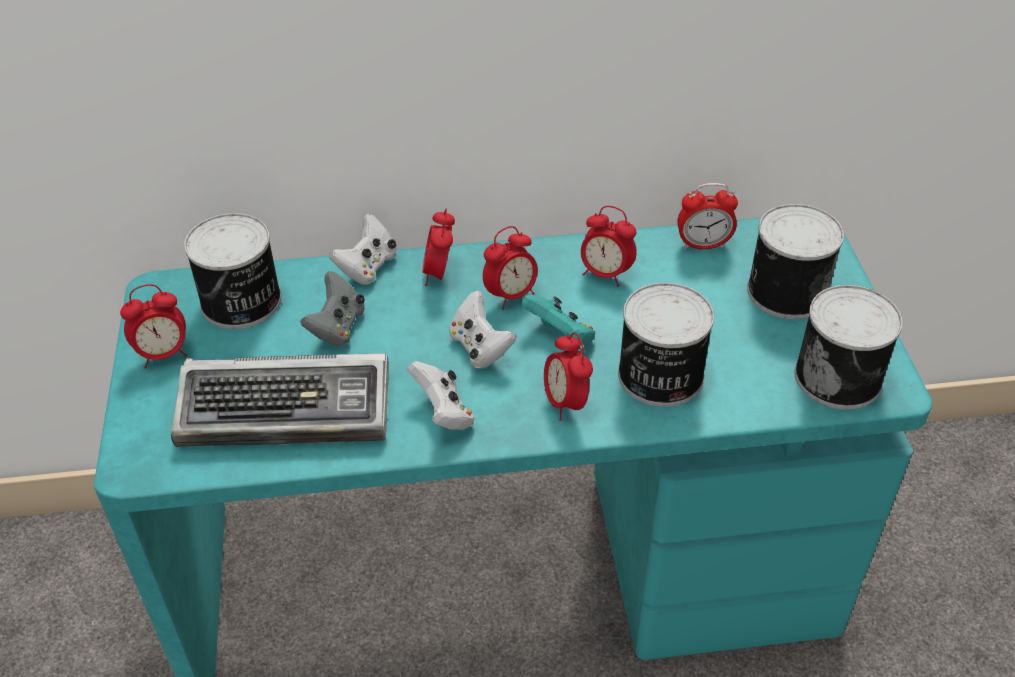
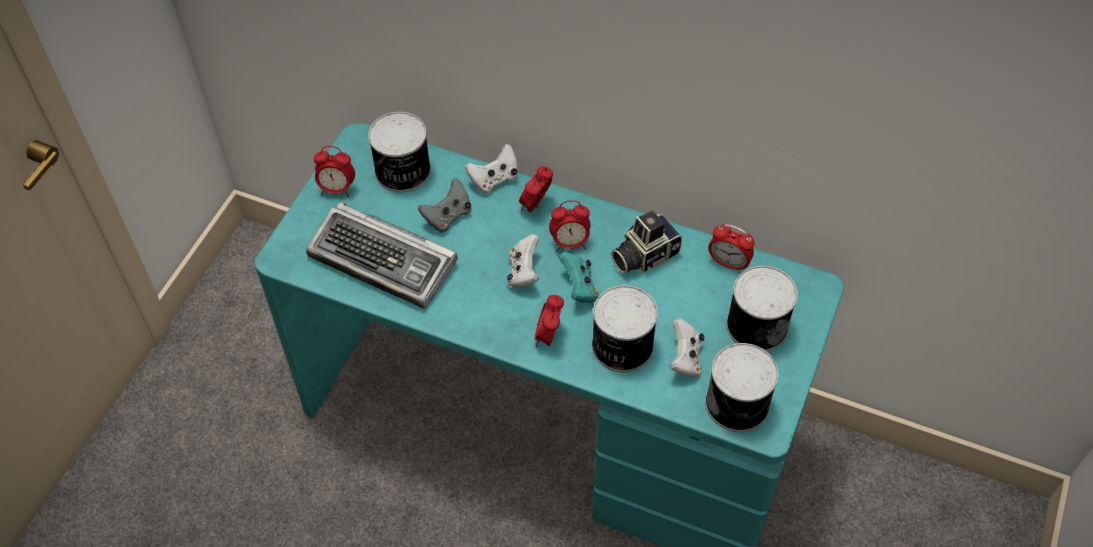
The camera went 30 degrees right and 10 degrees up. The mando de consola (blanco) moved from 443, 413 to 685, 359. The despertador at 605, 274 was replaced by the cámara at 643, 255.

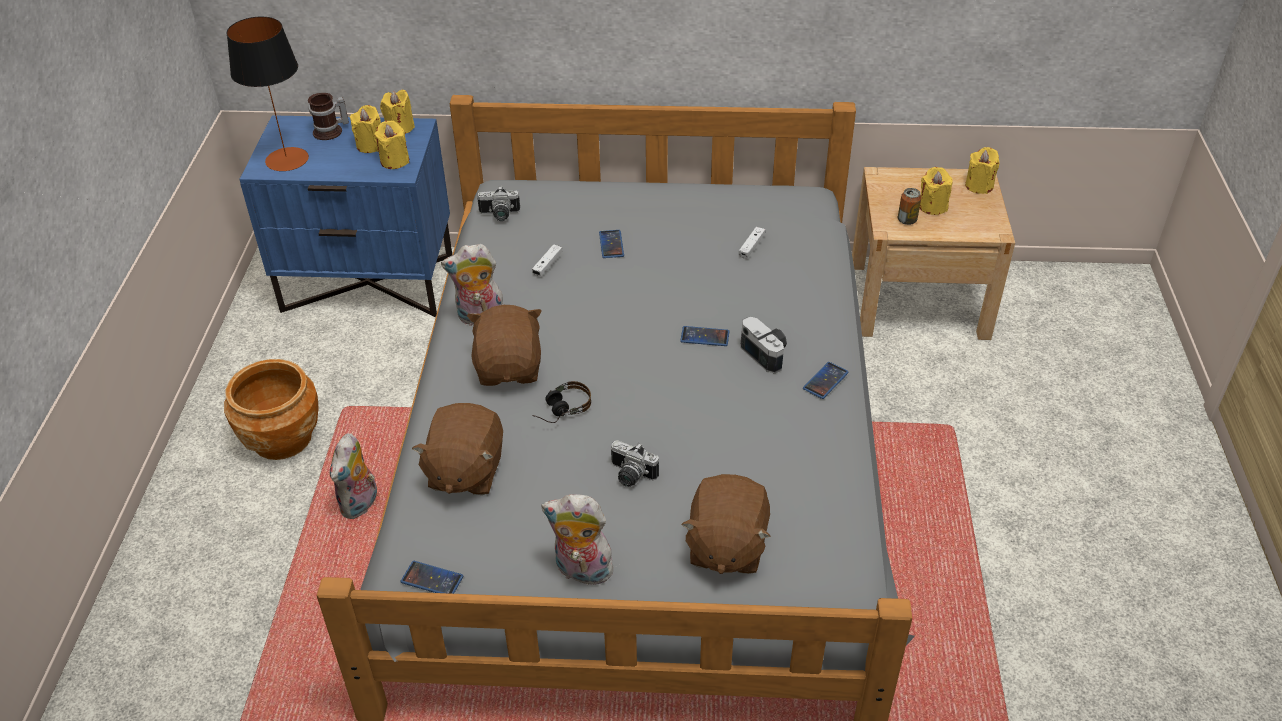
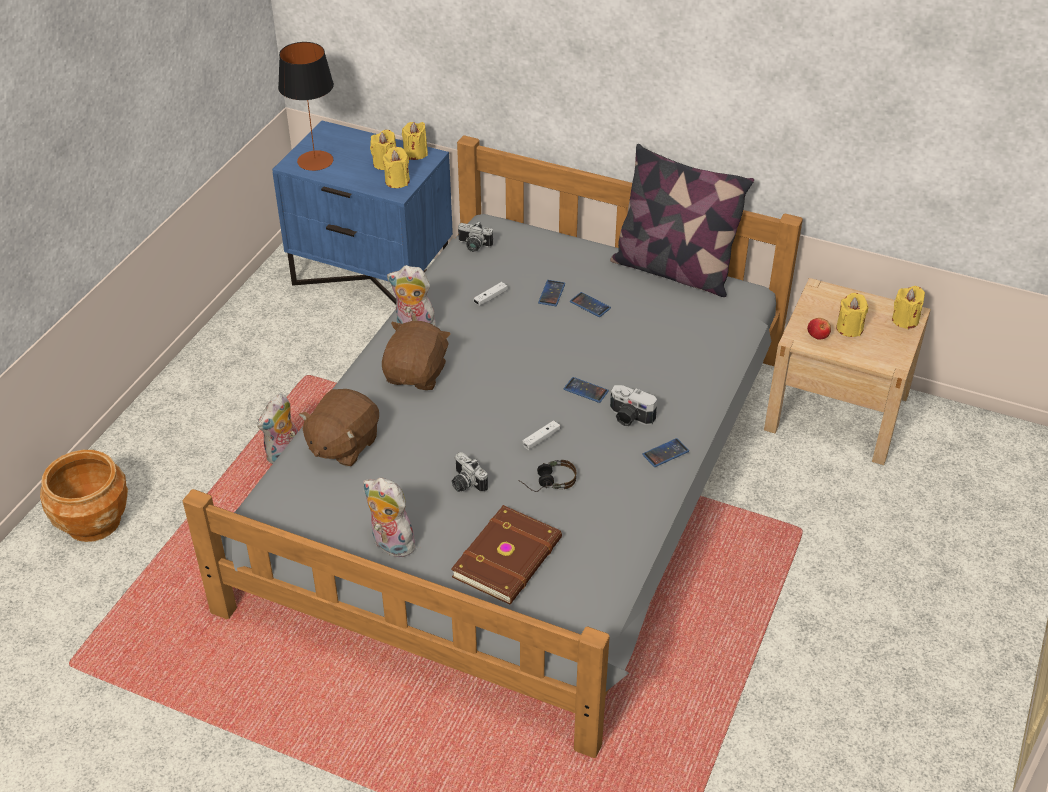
The camera went 20 degrees right and 0 degrees up. The maceta (marrón) moved from 282, 437 to 93, 521. The taza grande at 331, 132 disappeared. The móvil moved from 432, 579 to 590, 305. The auriculares moved from 560, 410 to 546, 482. The peluche (marrón) at 726, 546 was replaced by the libro (marrón) at 509, 558. The mando de consola (blanco) moved from 751, 246 to 541, 439. The cámara at 766, 353 turned 135 degrees clockwise. The lata at 907, 220 was replaced by the manzana at 818, 335. The cojín at 673, 270 appeared.

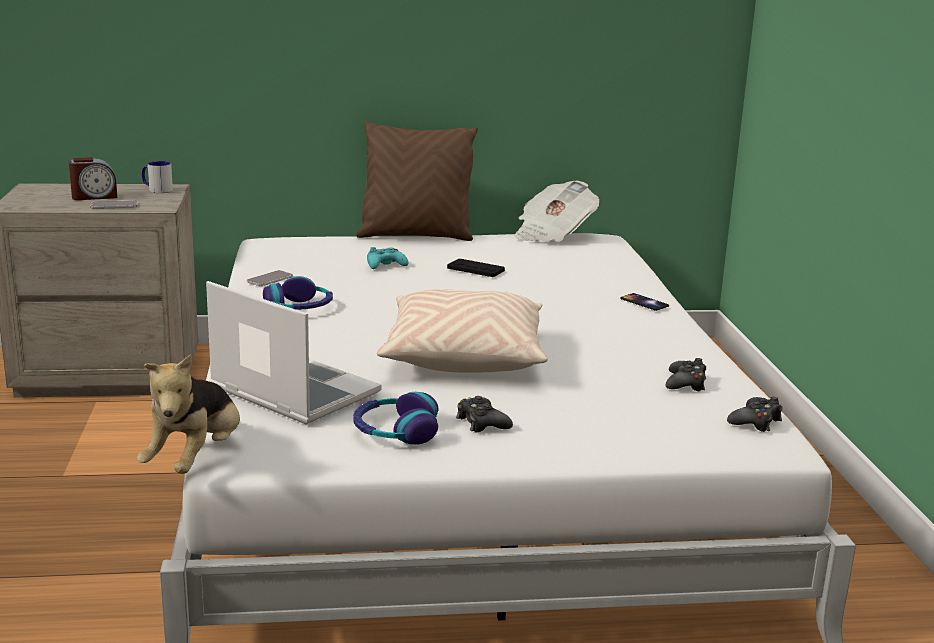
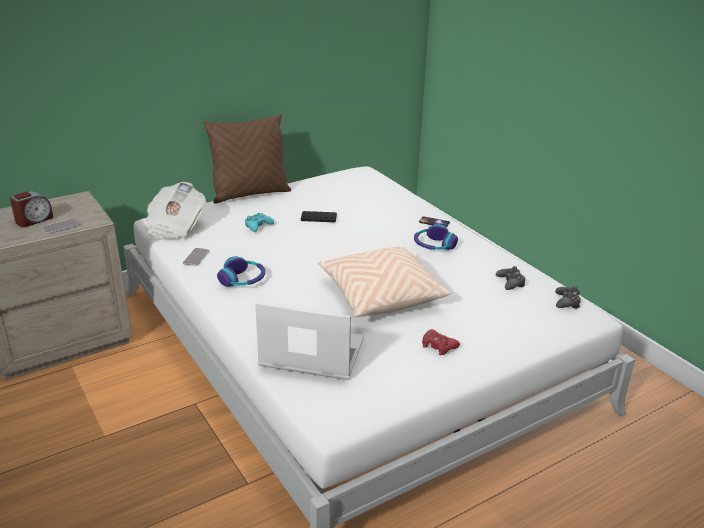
The camera went 25 degrees left and 10 degrees up. The peluche at 196, 459 disappeared. The taza grande at 157, 190 disappeared. The auriculares moved from 395, 432 to 434, 245. The mando de consola (negro) at 482, 422 became the mando de consola (rojo) at 438, 346. The periódico moved from 552, 234 to 174, 227.

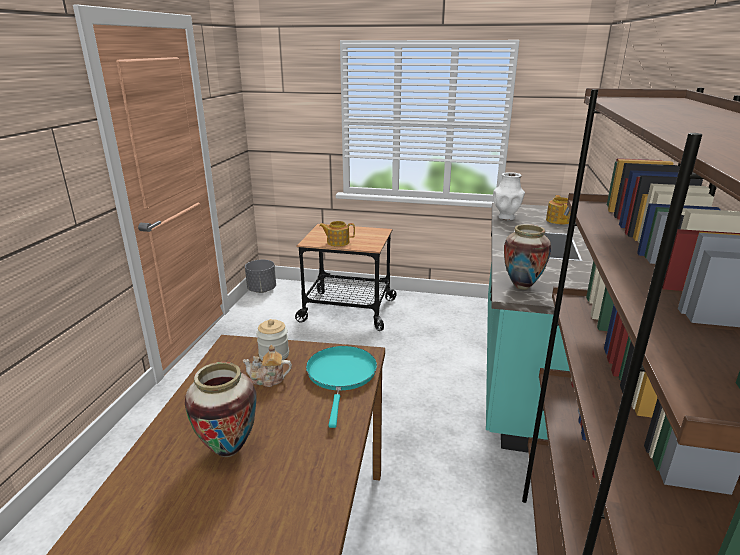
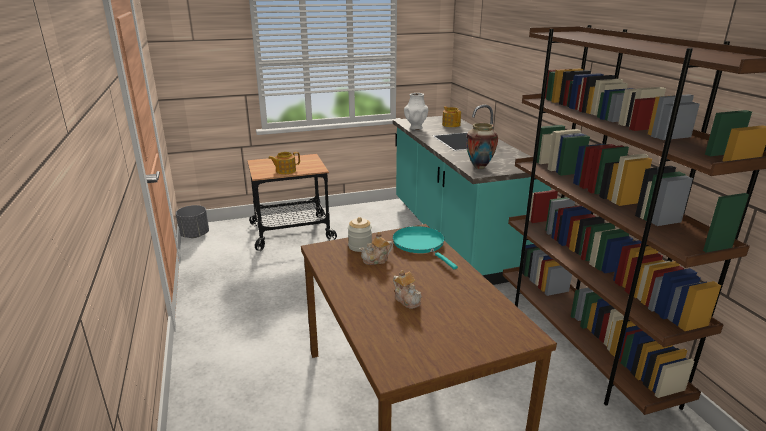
The camera went 30 degrees left and 0 degrees up. The florero at 229, 450 was replaced by the tetera at 407, 299.

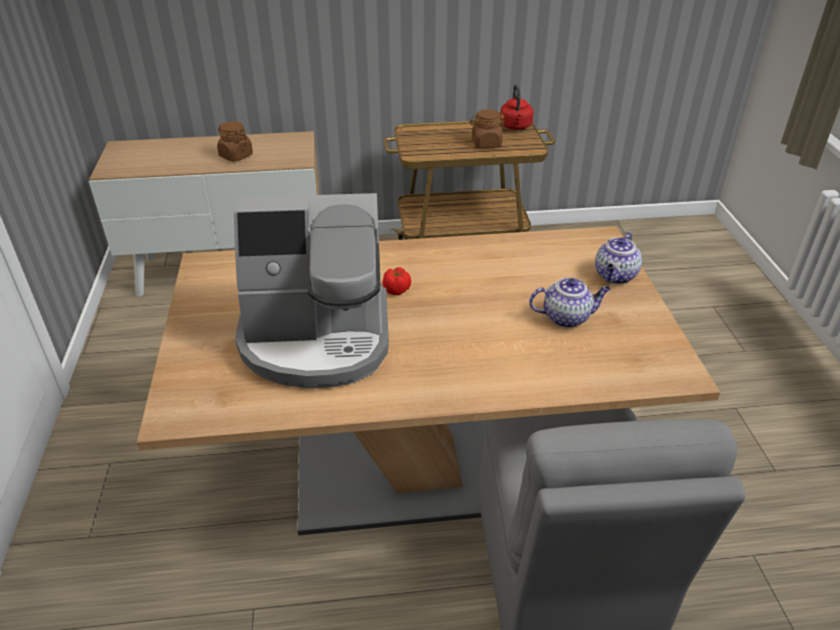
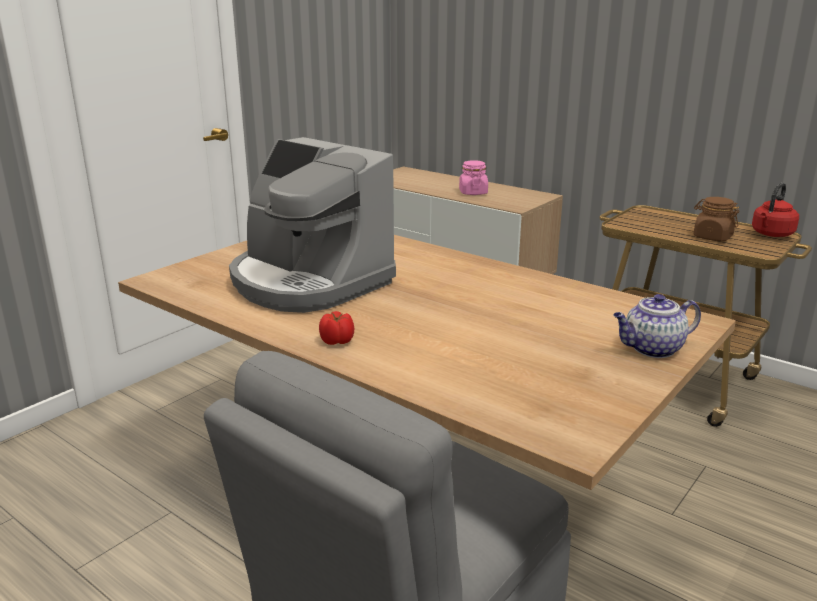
The camera went 45 degrees right and 15 degrees down. The tarro (marrón) at 236, 156 became the tarro (rosa) at 473, 193. The tomate moved from 397, 290 to 338, 341. The tetera at 567, 317 disappeared.

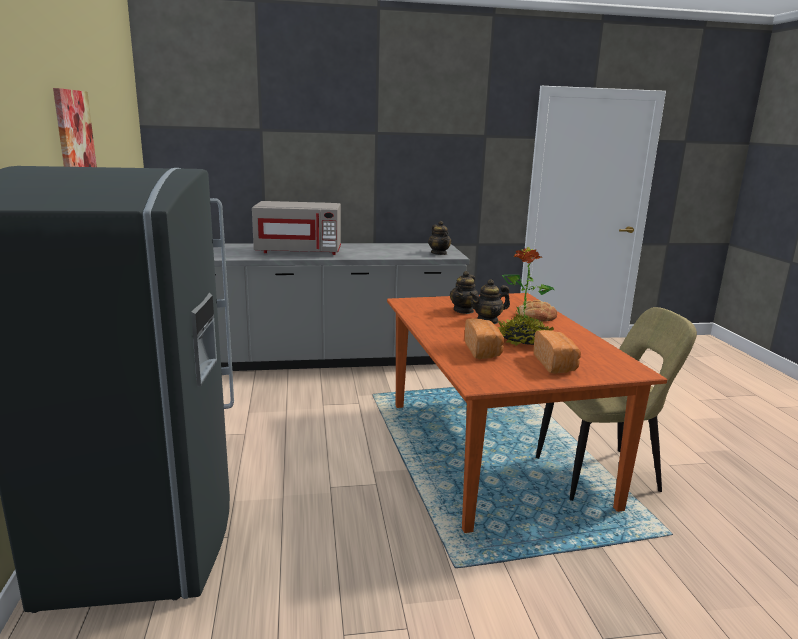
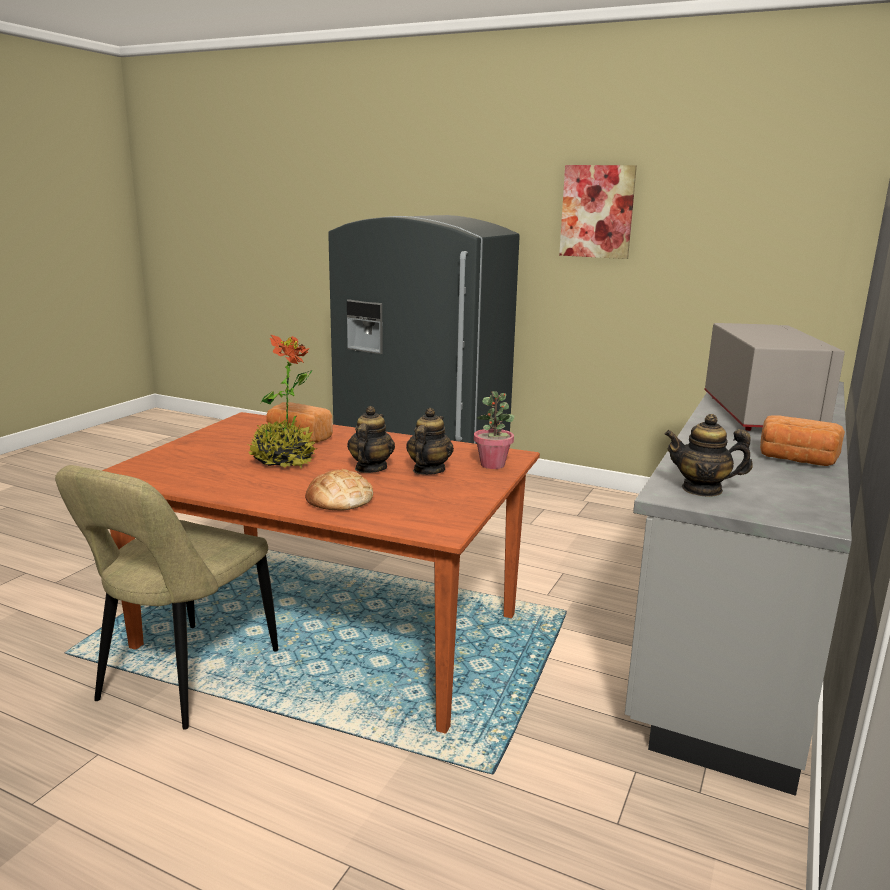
The camera went 125 degrees right and 0 degrees up. The microondas (gris) at 299, 251 turned 150 degrees clockwise. The tetera at 463, 310 turned 45 degrees clockwise. The pan moved from 556, 364 to 796, 460. The planta en maceta at 493, 465 appeared.

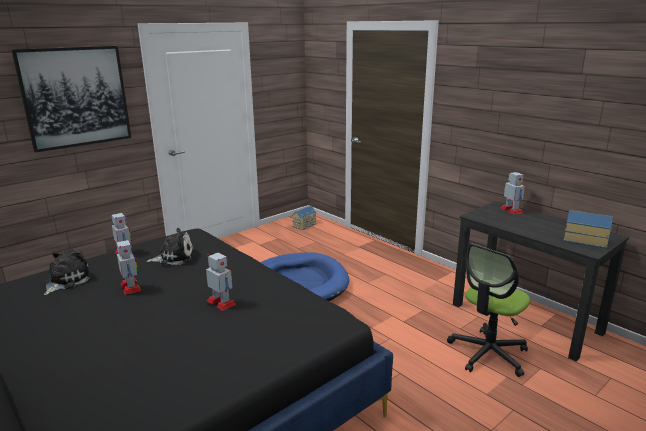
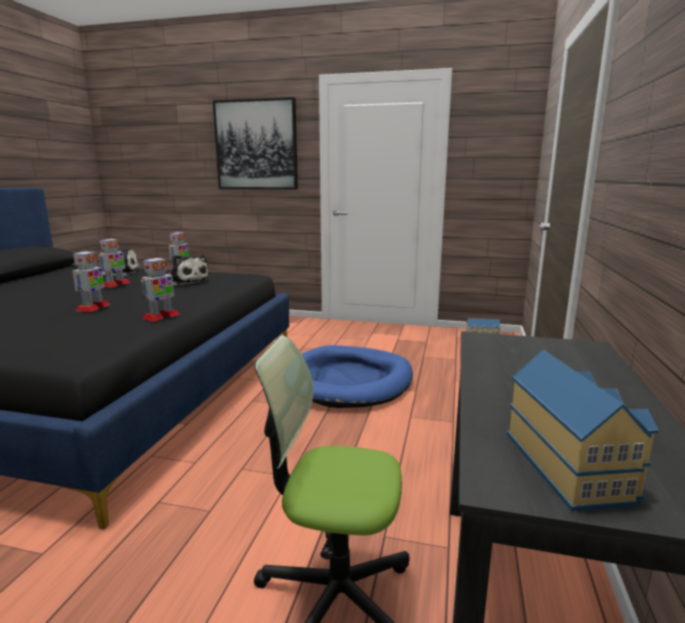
The camera went 55 degrees right and 5 degrees down. The robot de juguete moved from 511, 210 to 161, 316.

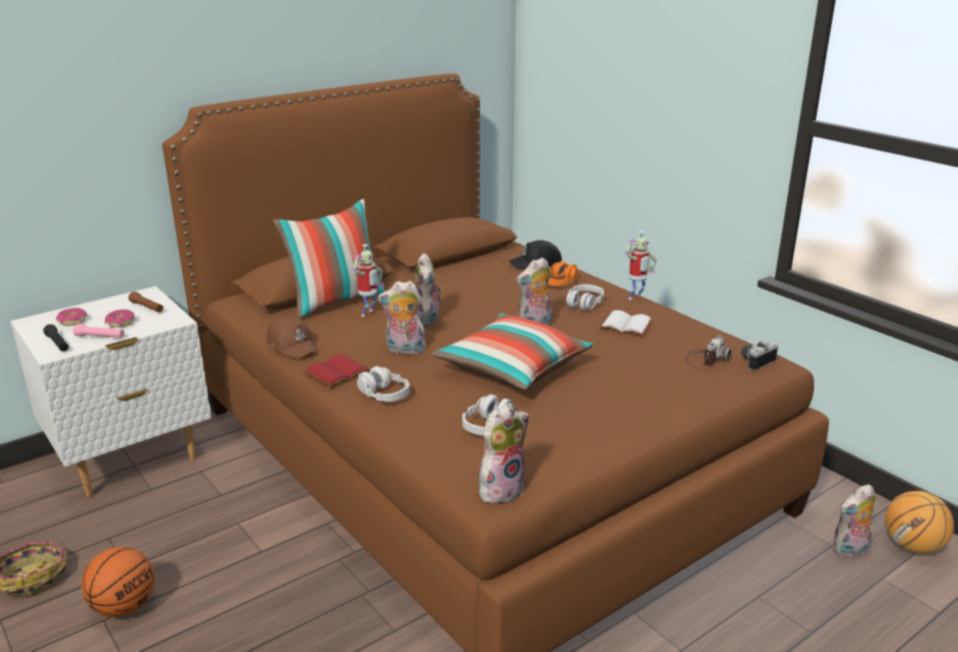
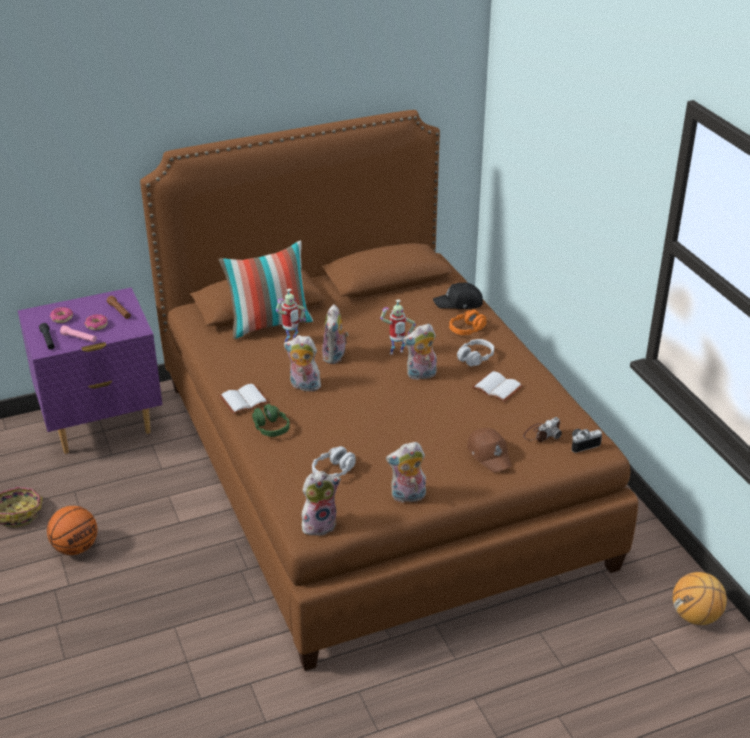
The camera went 15 degrees right and 10 degrees up. The mesita de noche (blanco) at 131, 460 became the mesita de noche (morado) at 102, 425. The gorra (marrón) moved from 292, 346 to 489, 454. The libro (rojo) at 336, 372 became the libro (blanco) at 244, 399. The auriculares (gris) at 383, 394 became the auriculares (verde) at 271, 427. The cojín at 513, 368 disappeared. The robot de juguete moved from 636, 298 to 397, 353. The peluche moved from 850, 550 to 407, 497.

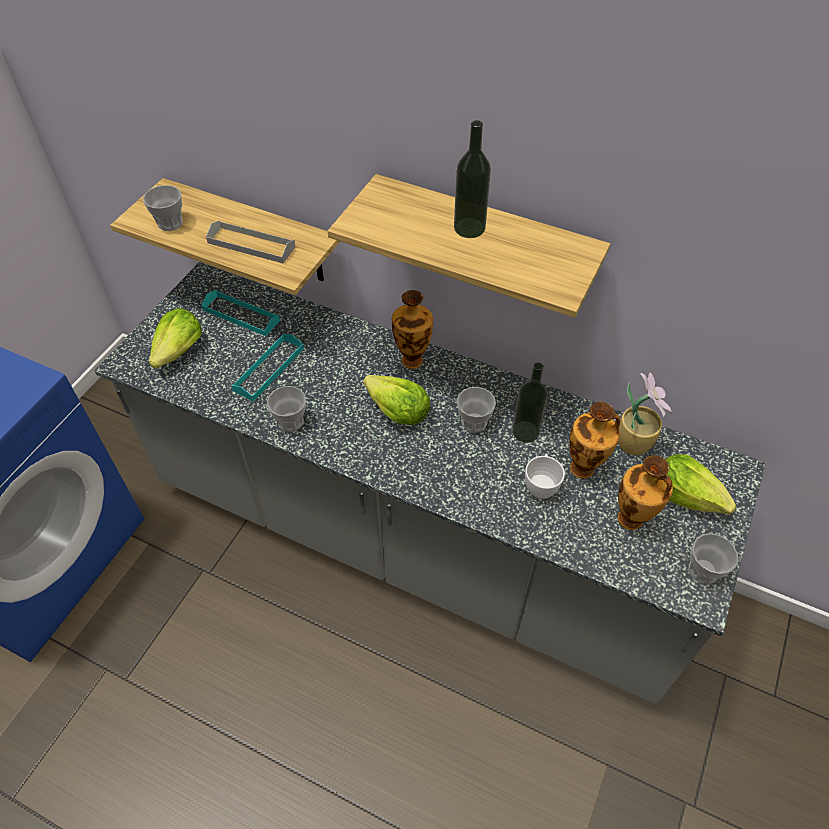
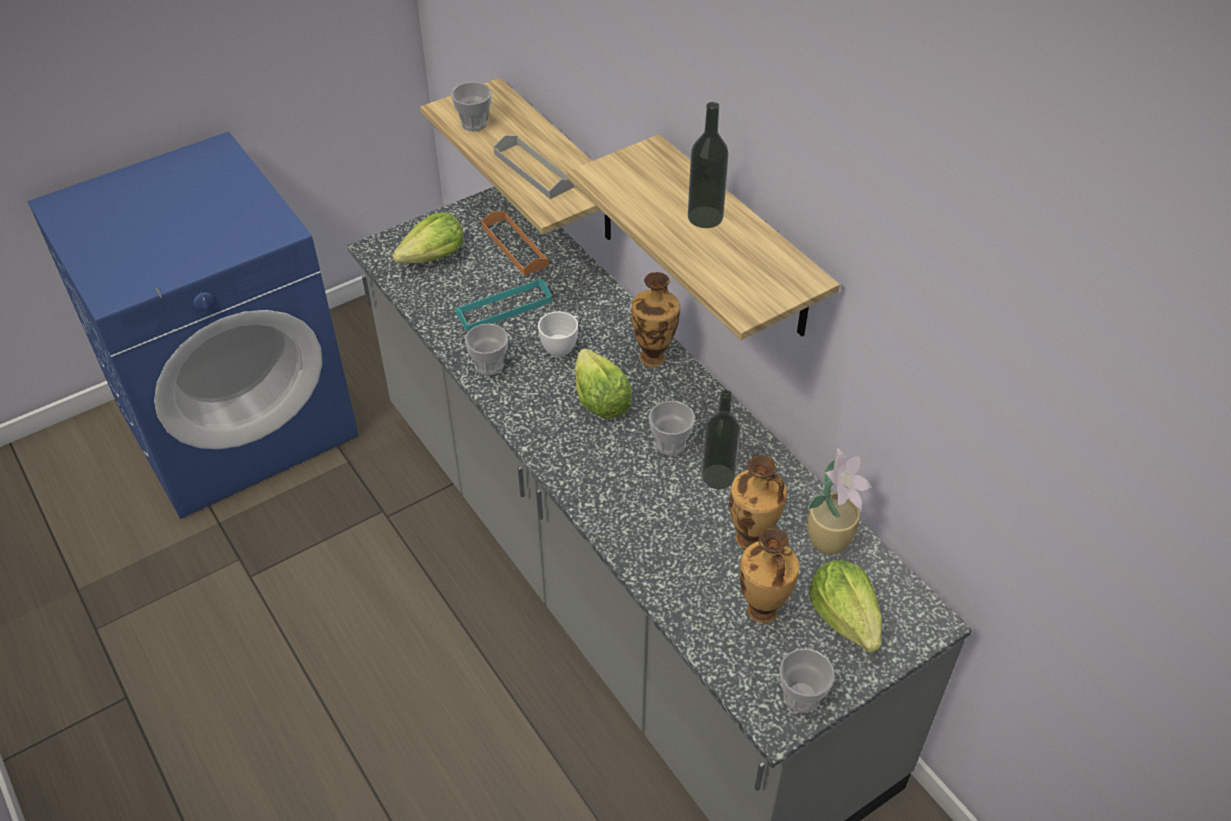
The camera went 30 degrees right and 5 degrees down. The bandeja (turquesa) at 241, 315 became the bandeja (naranja) at 514, 246. The taza (blanco) moved from 541, 485 to 562, 346.

